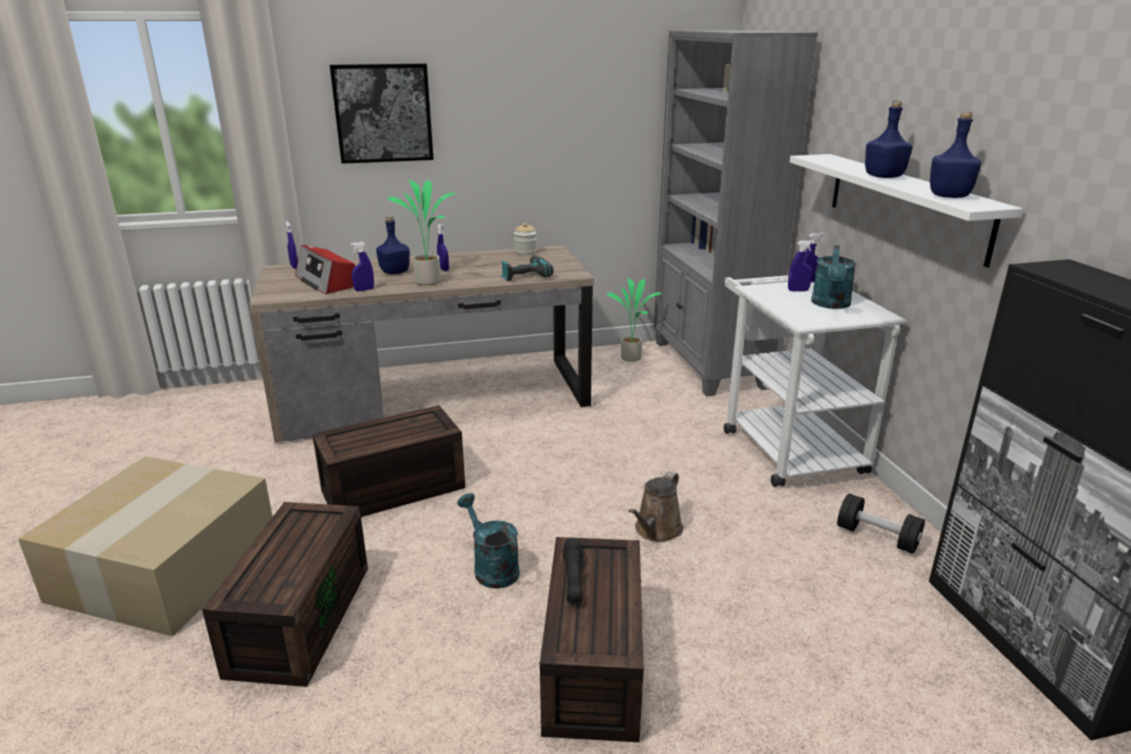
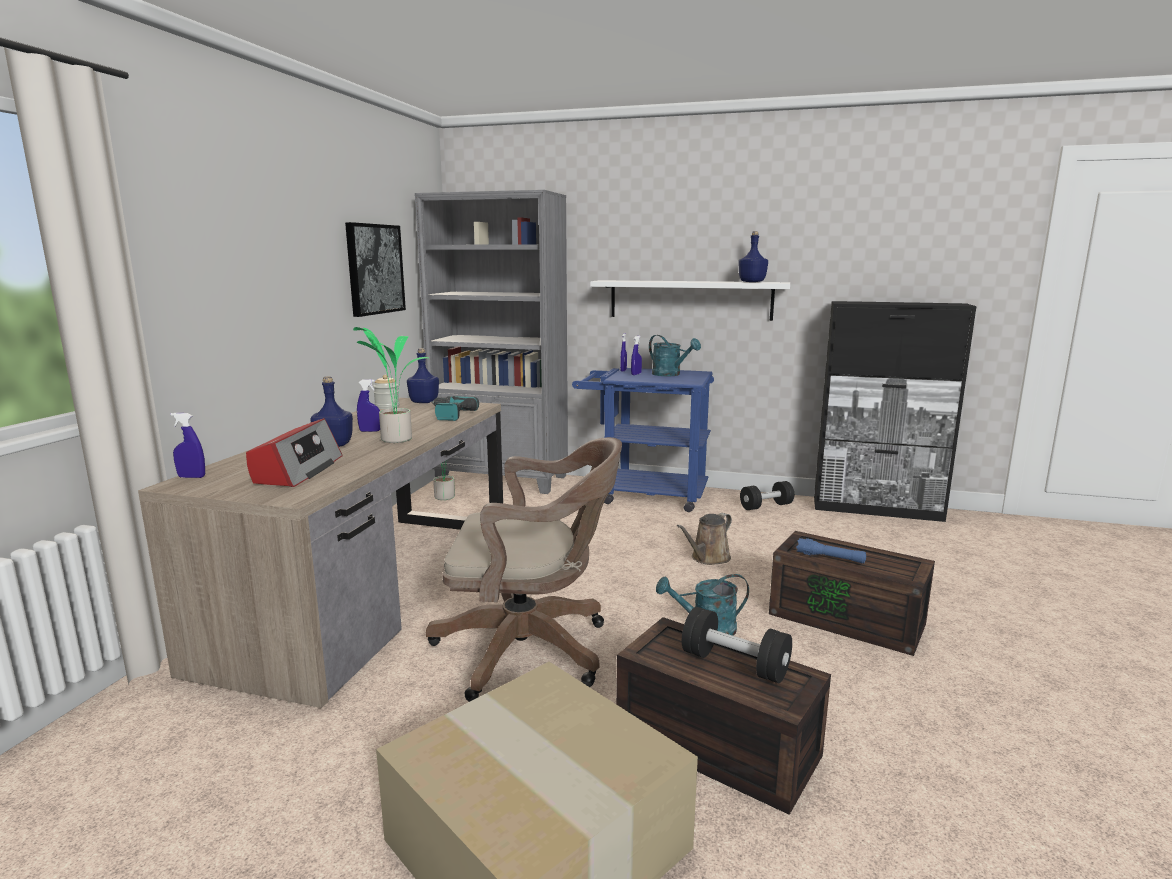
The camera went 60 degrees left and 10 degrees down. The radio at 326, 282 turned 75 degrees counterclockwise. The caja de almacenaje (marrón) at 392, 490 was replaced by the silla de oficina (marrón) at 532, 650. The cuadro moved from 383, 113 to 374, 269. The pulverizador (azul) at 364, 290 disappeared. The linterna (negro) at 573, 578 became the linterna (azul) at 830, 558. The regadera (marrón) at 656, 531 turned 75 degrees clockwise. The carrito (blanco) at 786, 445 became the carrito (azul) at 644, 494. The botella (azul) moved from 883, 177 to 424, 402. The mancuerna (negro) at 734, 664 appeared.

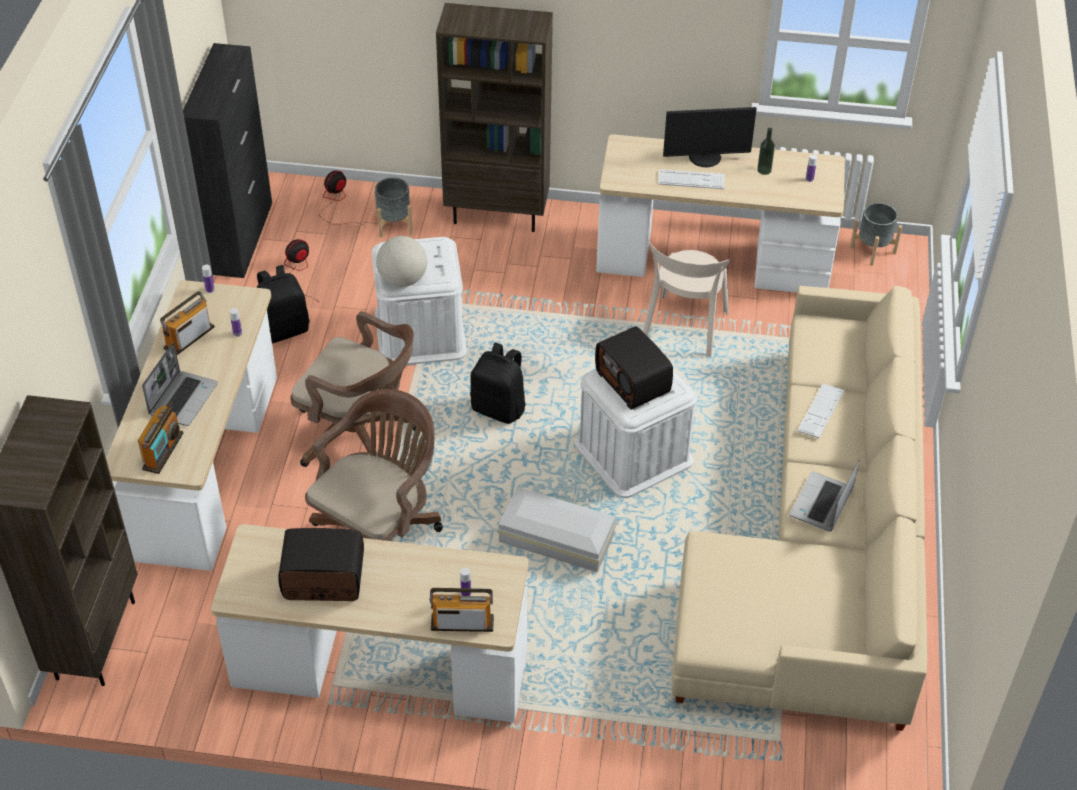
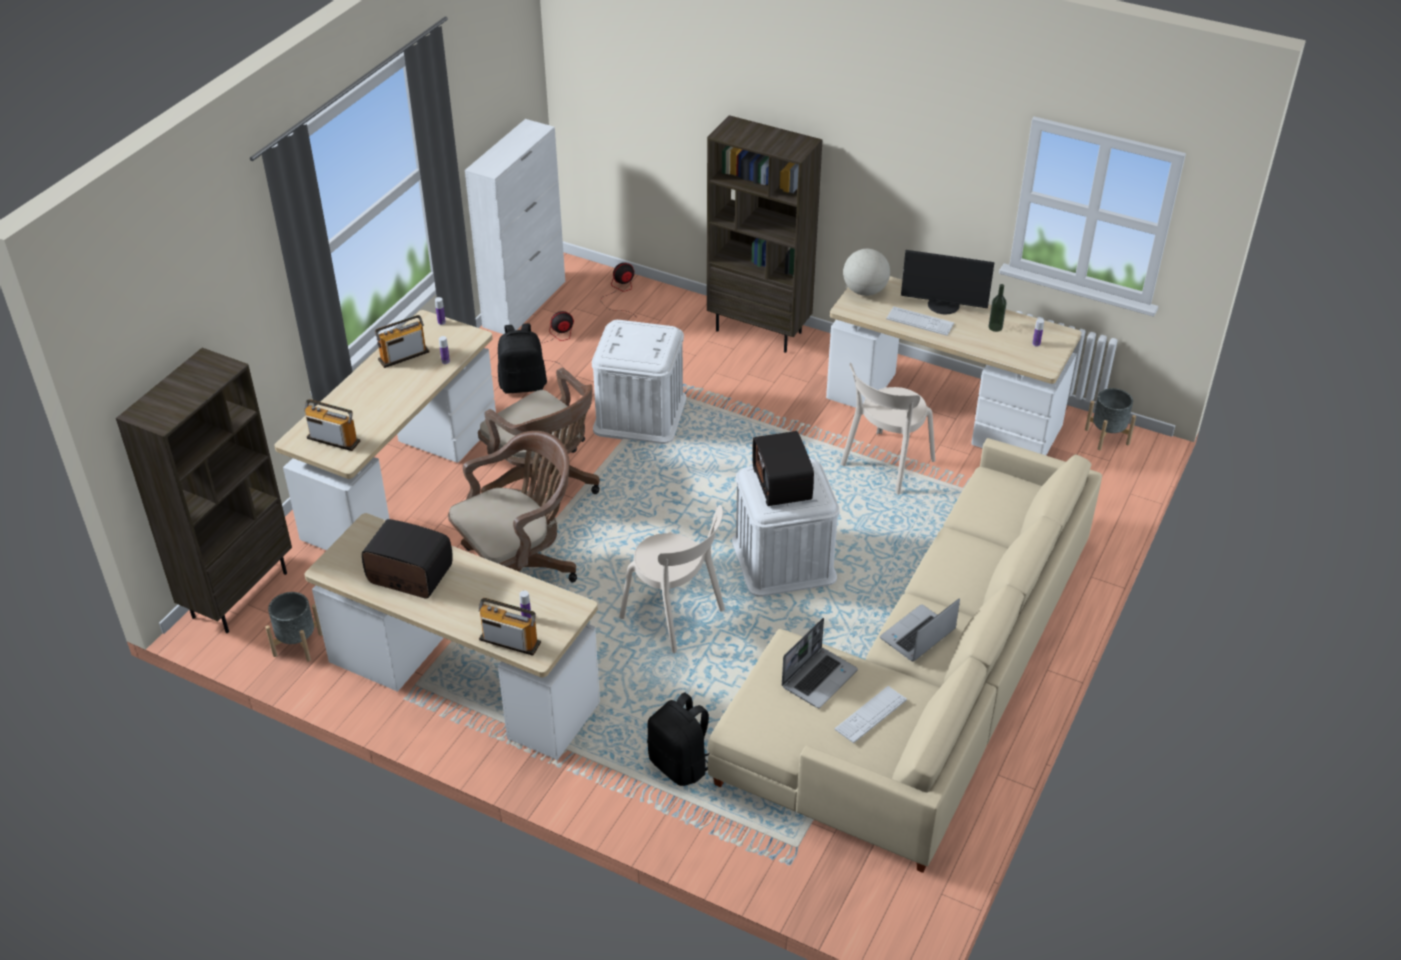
The camera went 20 degrees right and 5 degrees down. The radio at 163, 451 turned 105 degrees counterclockwise. The portátil moved from 183, 399 to 819, 678. The armario (negro) at 241, 237 became the armario (blanco) at 525, 303. The maceta (gris) moved from 394, 225 to 297, 644. The globo terráqueo moved from 403, 280 to 865, 291. The mochila (negro) moved from 499, 408 to 680, 764. The caja de almacenaje (blanco) at 558, 540 was replaced by the silla (beis) at 676, 616. The teclado moved from 820, 411 to 870, 715.

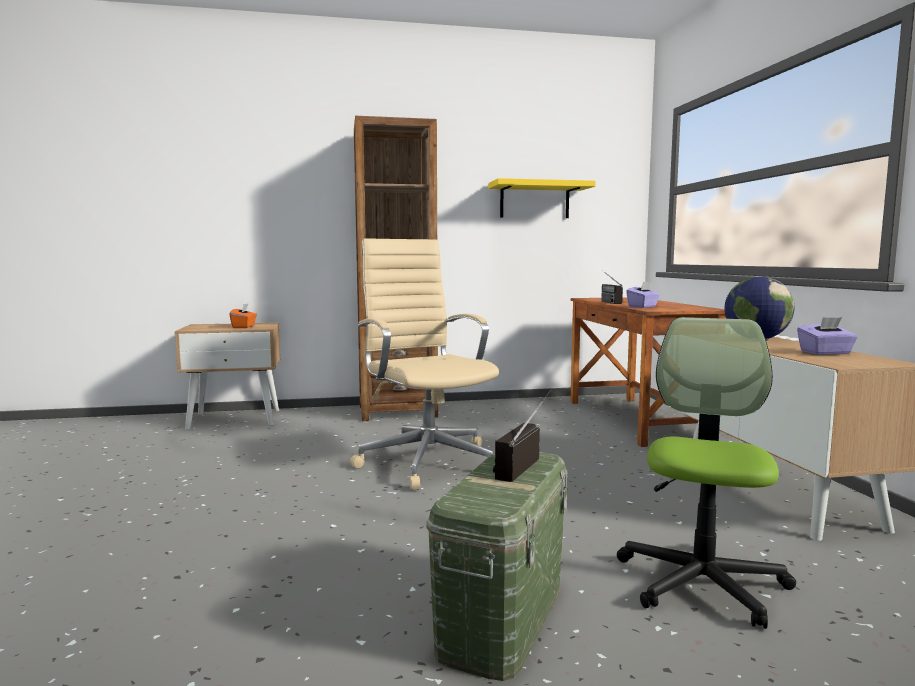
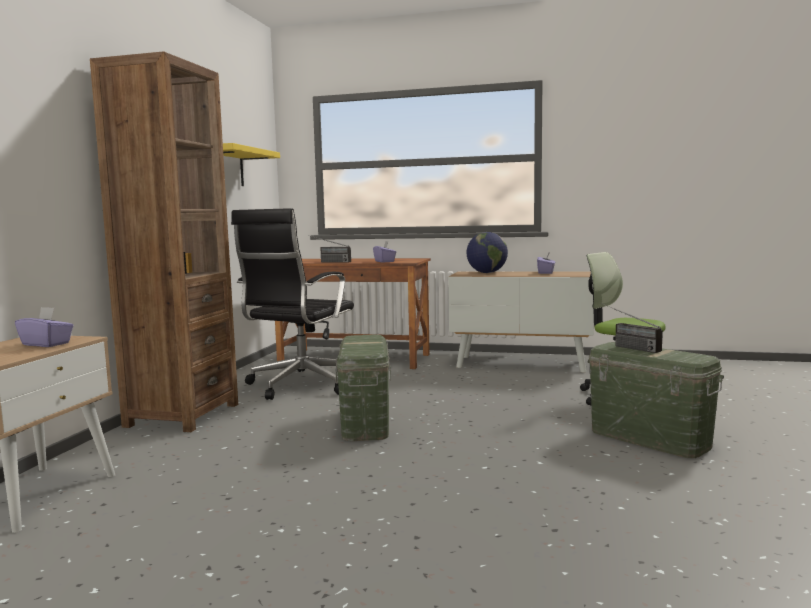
The camera went 65 degrees left and 0 degrees up. The caja de pañuelos (naranja) at 244, 327 became the caja de pañuelos (morado) at 46, 344. The silla de oficina (beis) at 427, 461 was replaced by the caja de almacenaje (verde) at 365, 423. The silla de oficina (negro) at 300, 385 appeared.

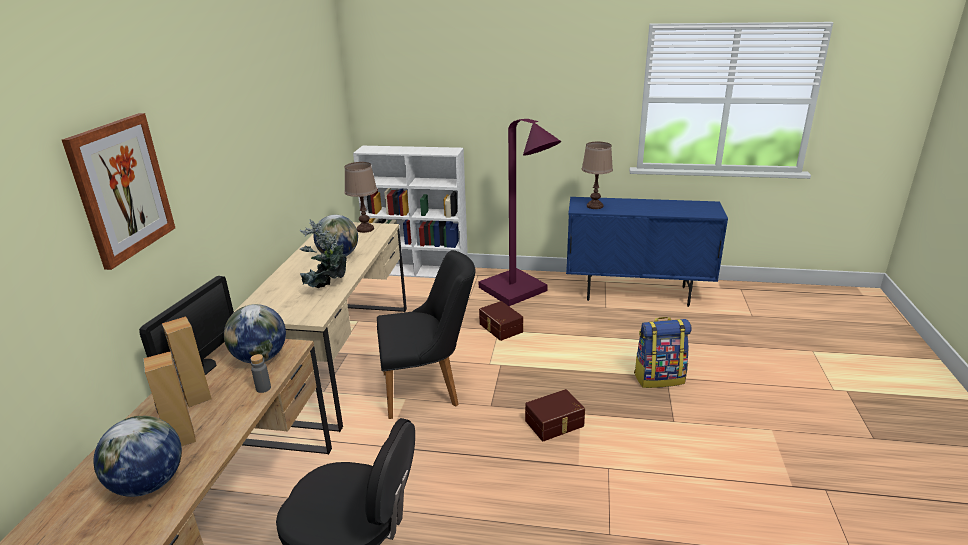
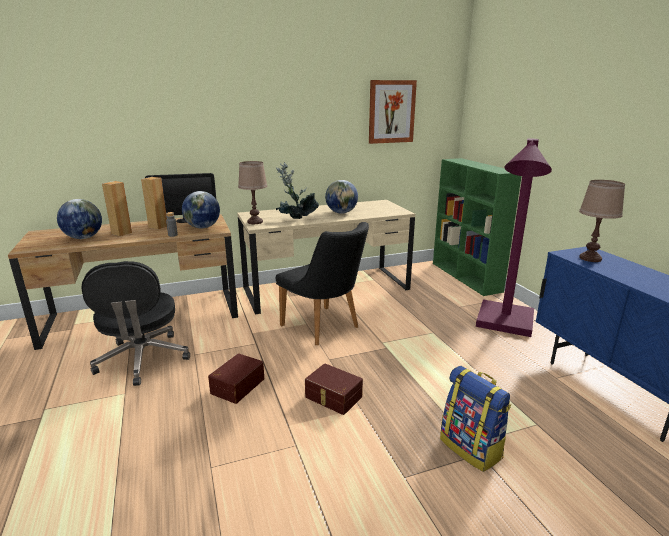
The camera went 60 degrees right and 5 degrees down. The cuadro moved from 121, 189 to 391, 112. The lámpara de mesa (marrón) moved from 365, 229 to 255, 222. The estantería (blanco) at 419, 271 became the estantería (verde) at 466, 277. The caja de almacenaje (marrón) moved from 500, 328 to 236, 385.

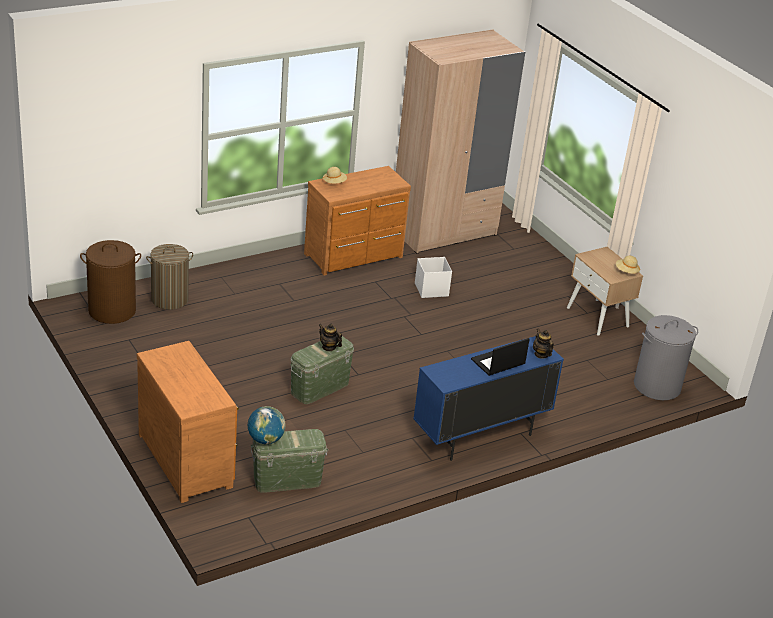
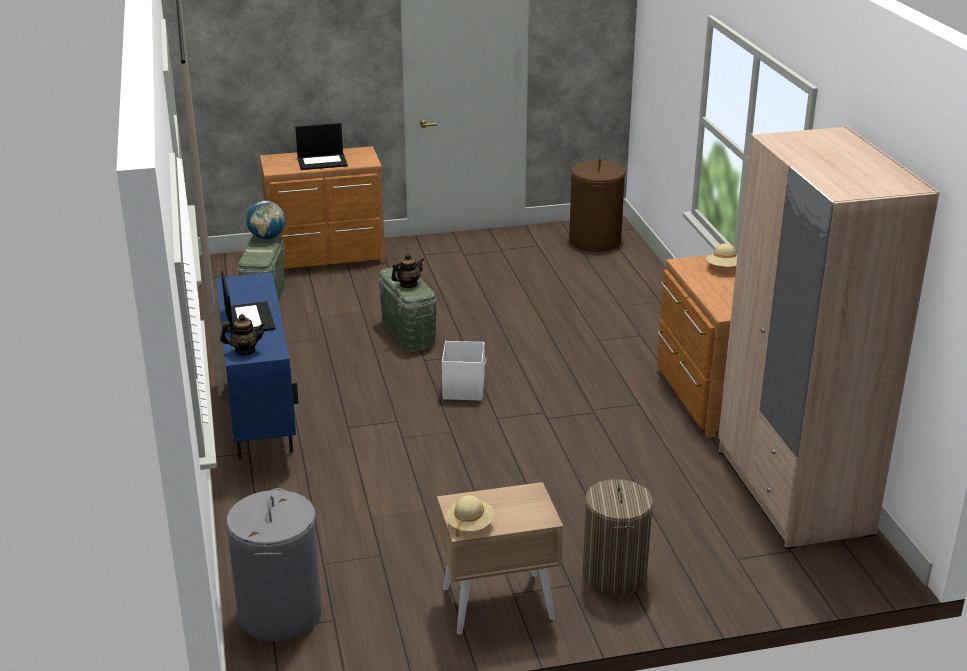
The camera went 110 degrees right and 5 degrees down. The cesto de la ropa moved from 170, 299 to 614, 575. The caja de almacenaje (blanco) moved from 431, 290 to 464, 389. The portátil at 322, 162 appeared.

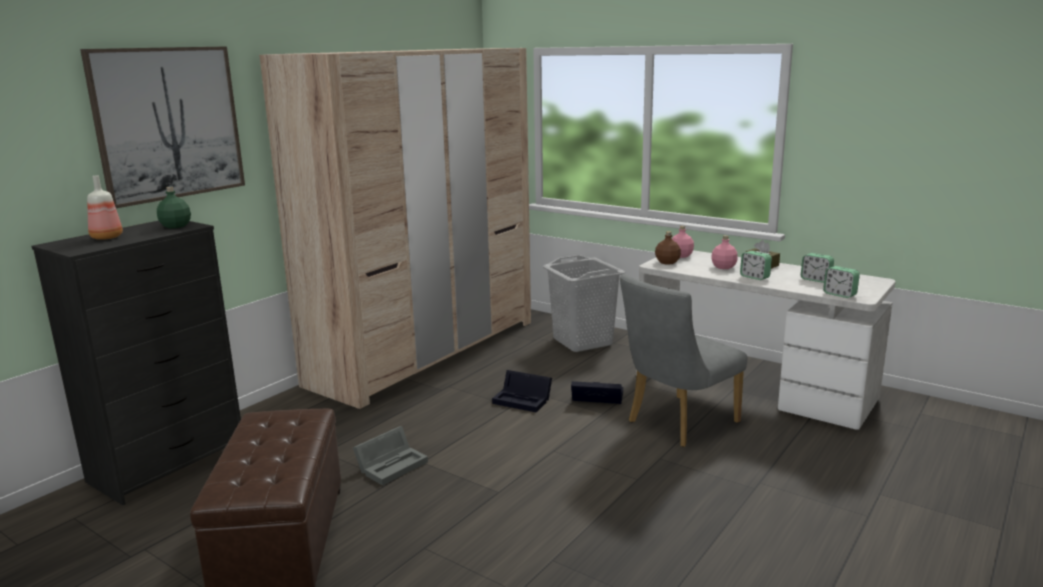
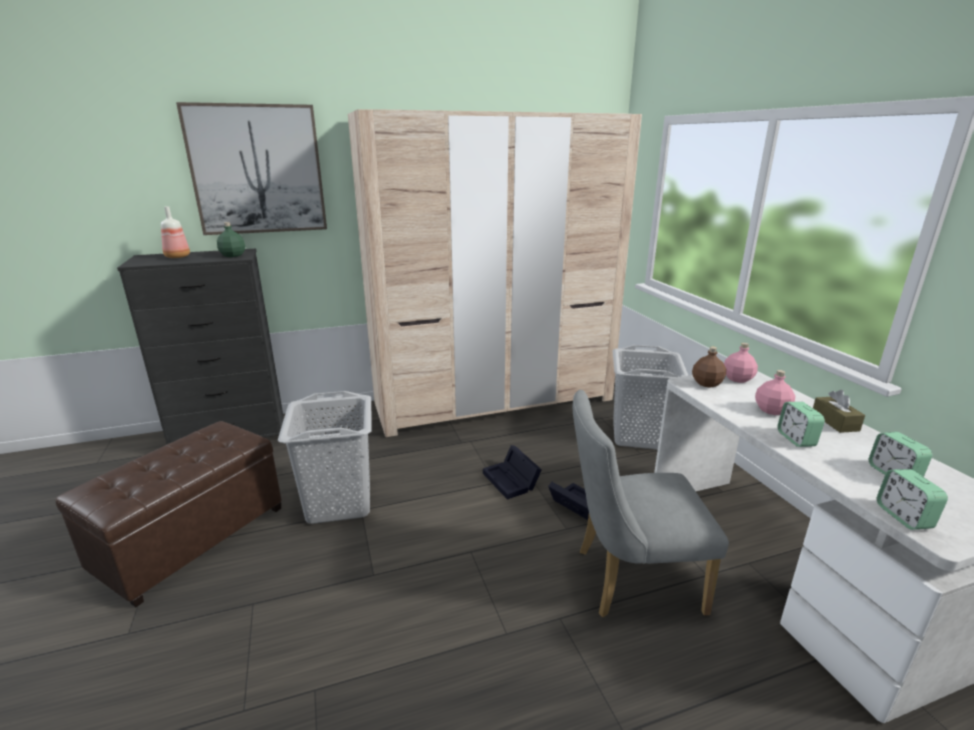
The camera went 35 degrees right and 5 degrees up. The caja de almacenaje (gris) at 392, 465 was replaced by the cesto de la ropa (gris) at 340, 502.

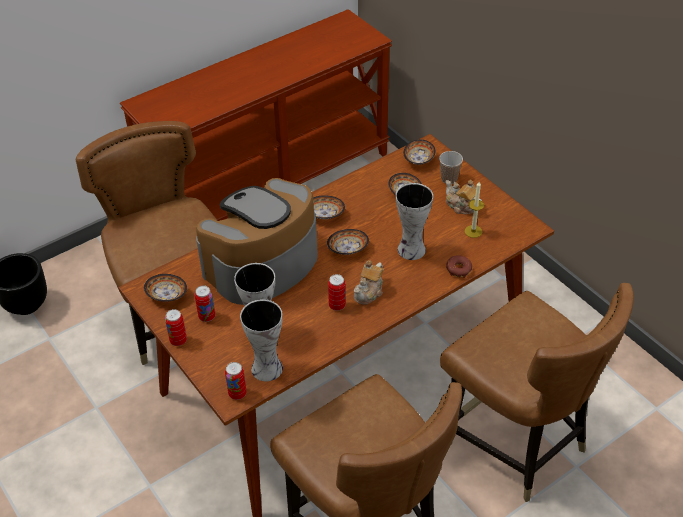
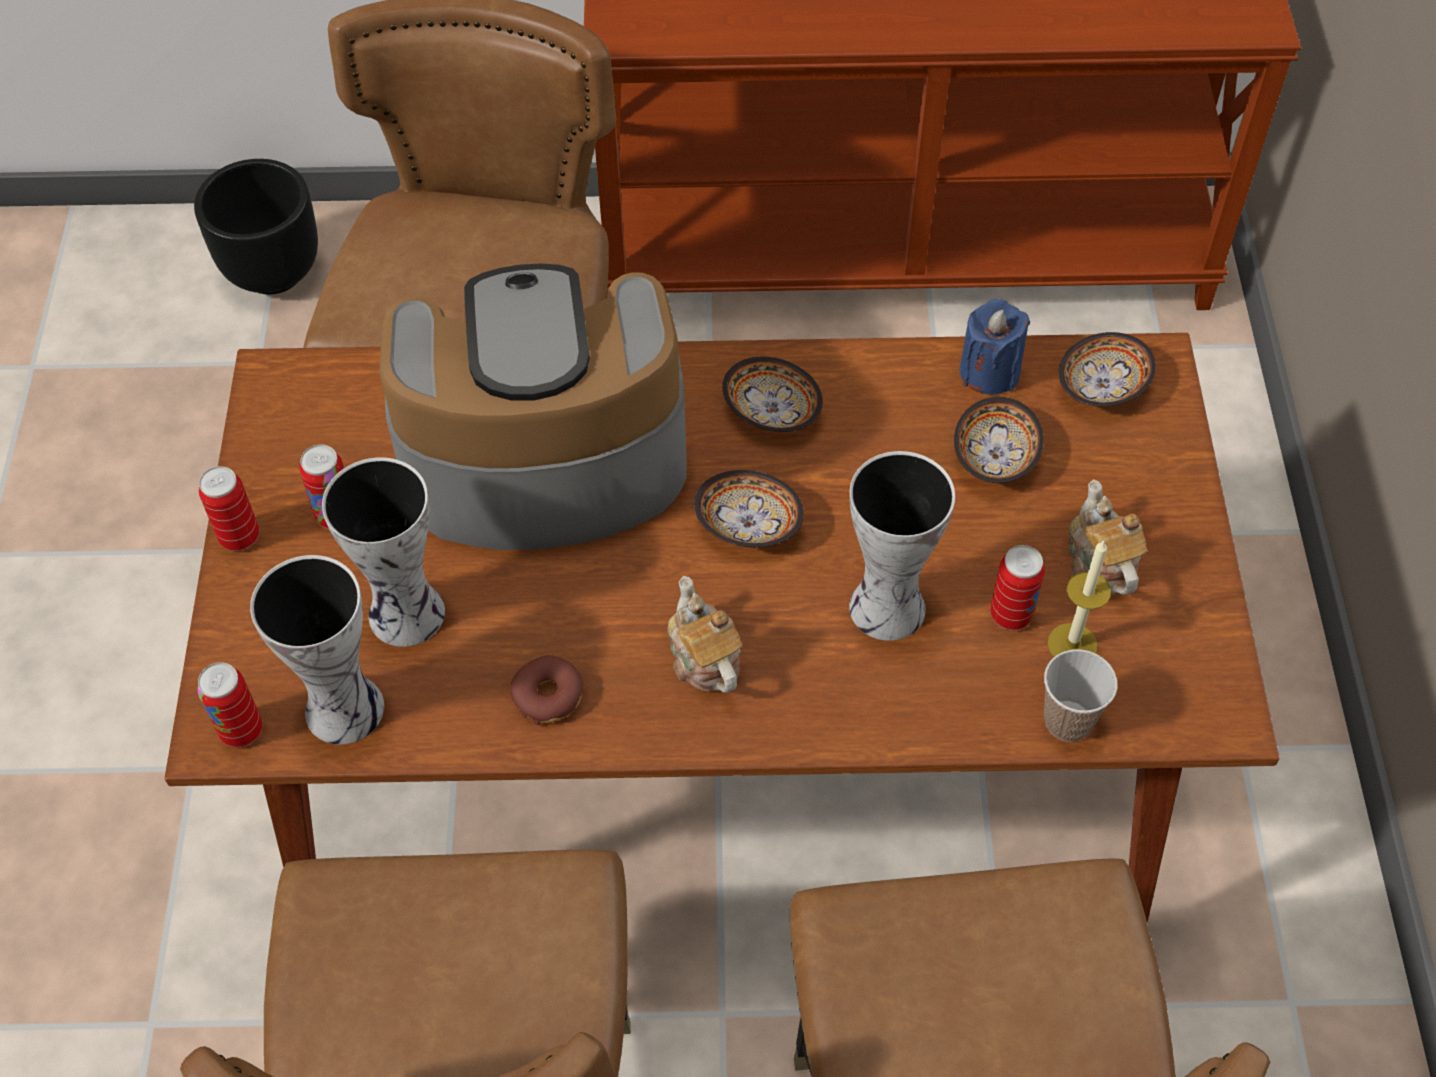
The camera went 35 degrees right and 10 degrees up. The cuenco at 166, 294 disappeared. The lata moved from 337, 305 to 1011, 615. The tetera at 369, 292 turned 90 degrees clockwise. The taza moved from 449, 179 to 1068, 721. The rosquilla moved from 458, 269 to 548, 695. The vela (azul) at 989, 372 appeared.

